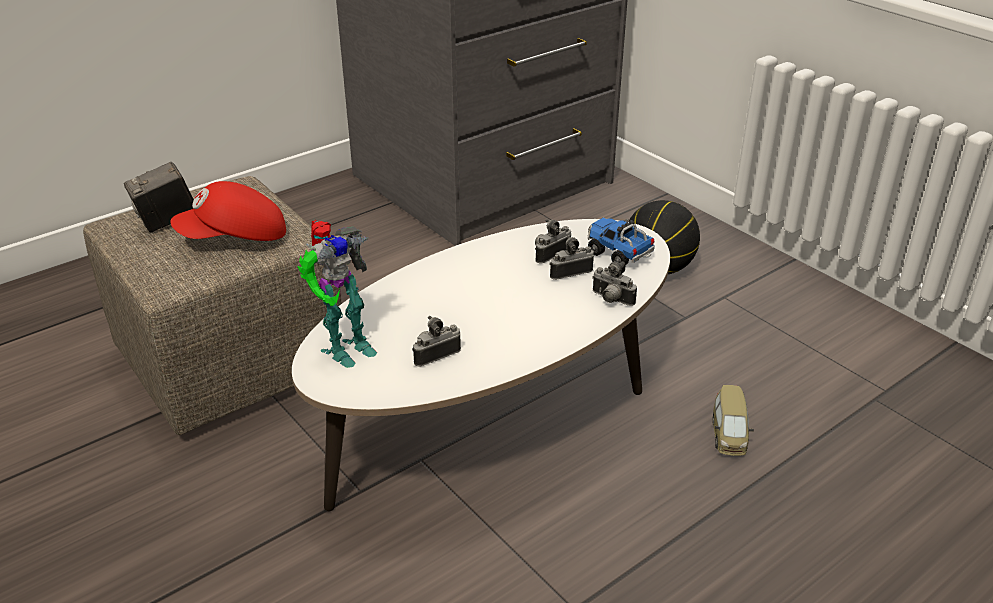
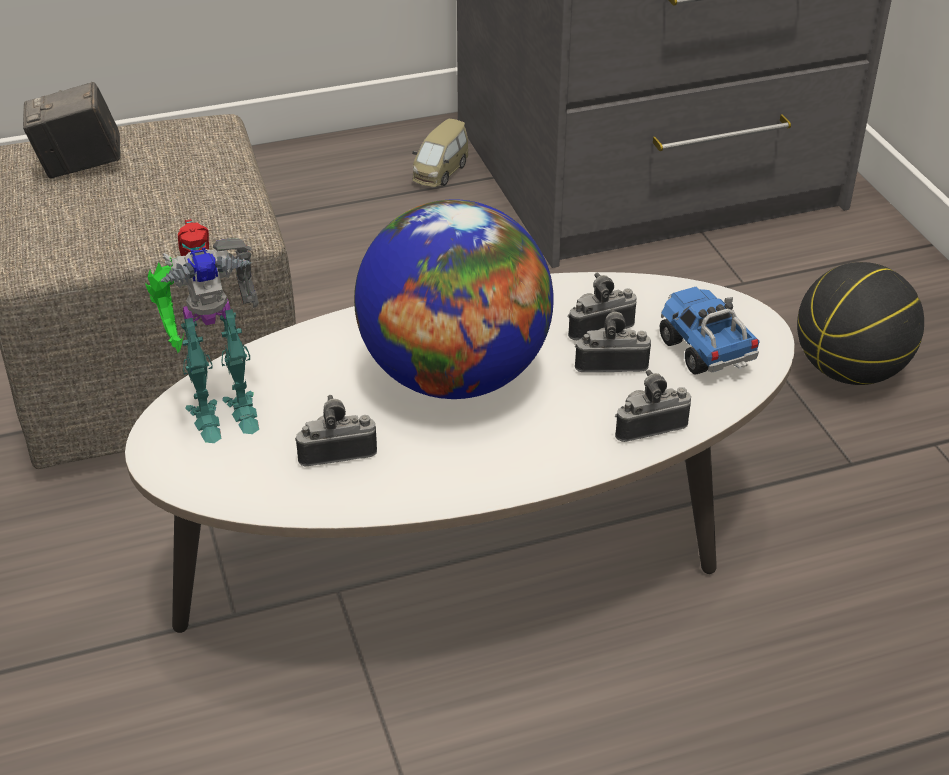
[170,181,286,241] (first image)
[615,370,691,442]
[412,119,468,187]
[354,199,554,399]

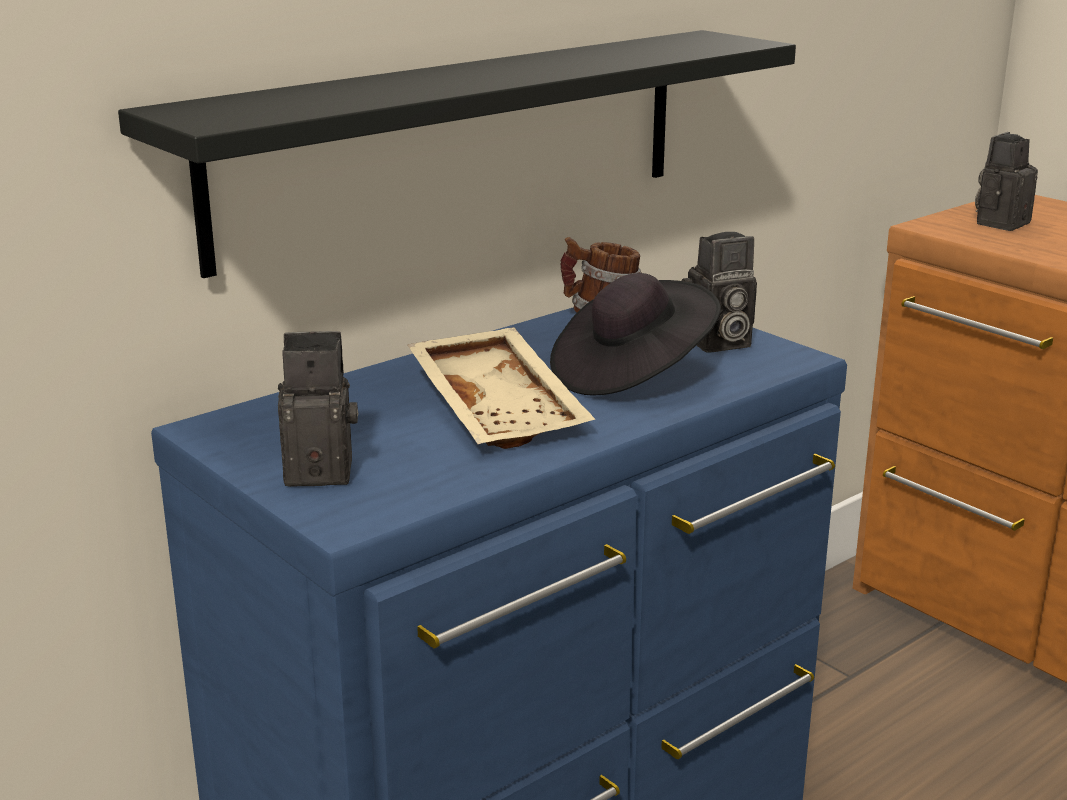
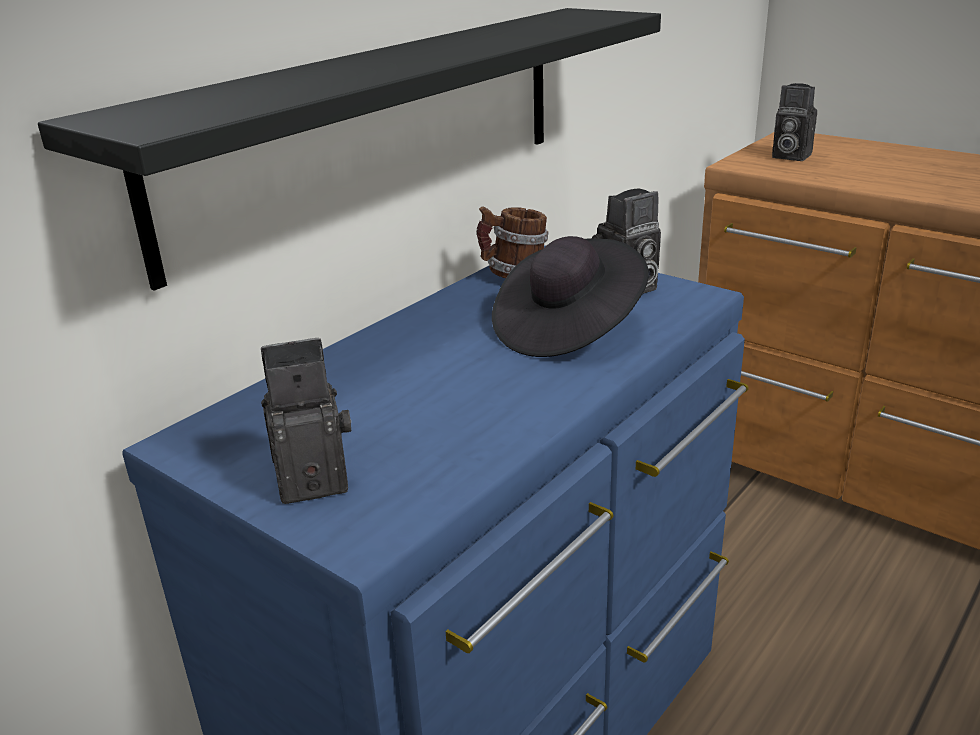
[772,83,817,161]
[408,327,596,449] (first image)

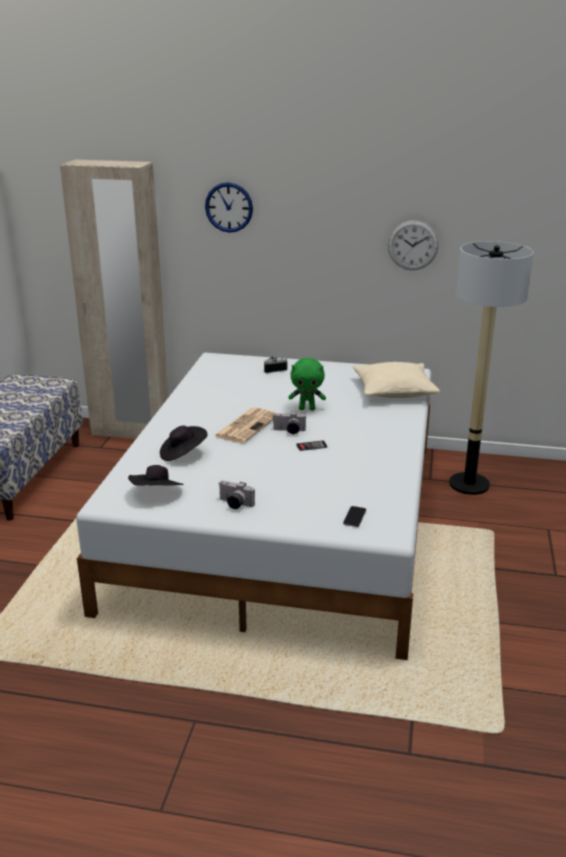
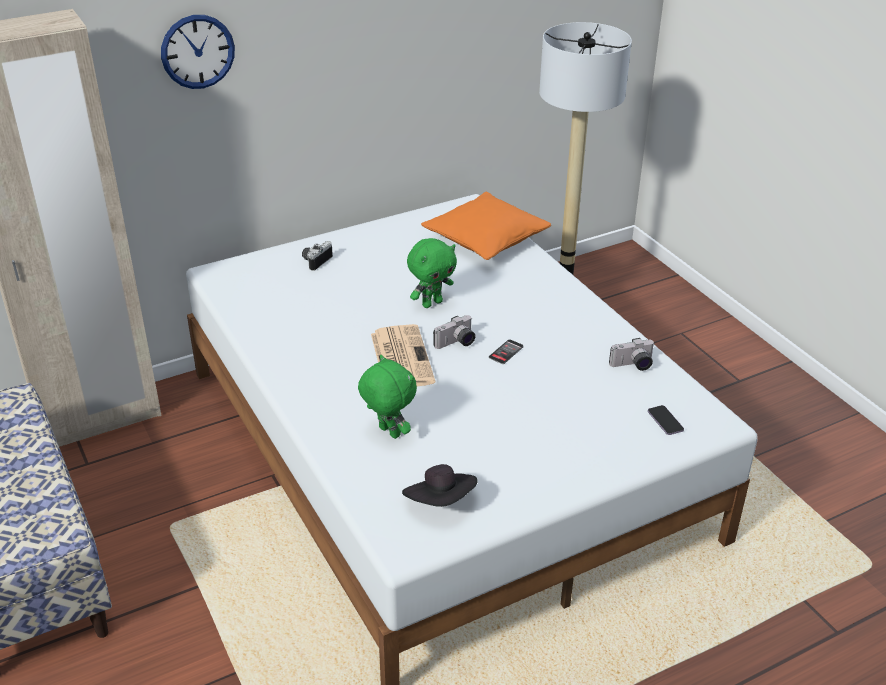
[388,220,439,270] (first image)
[421,192,551,260]
[358,355,417,439]
[609,338,655,371]

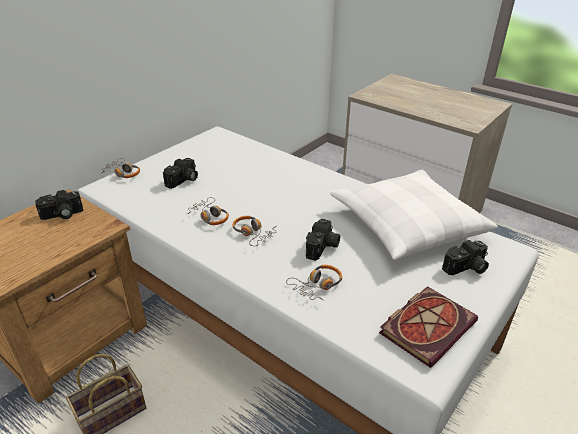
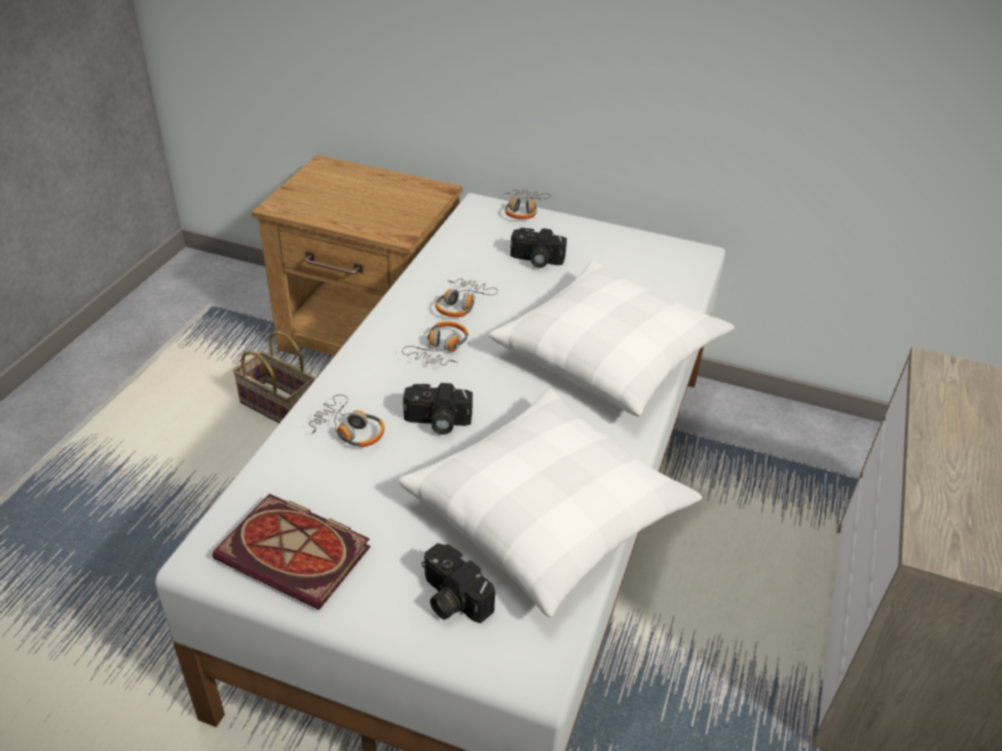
[35,190,83,220] (first image)
[489,261,734,417]

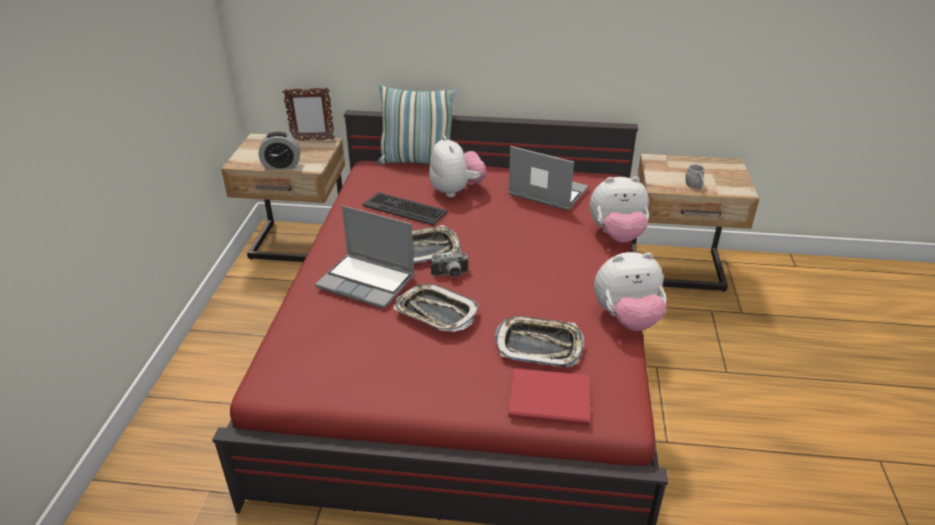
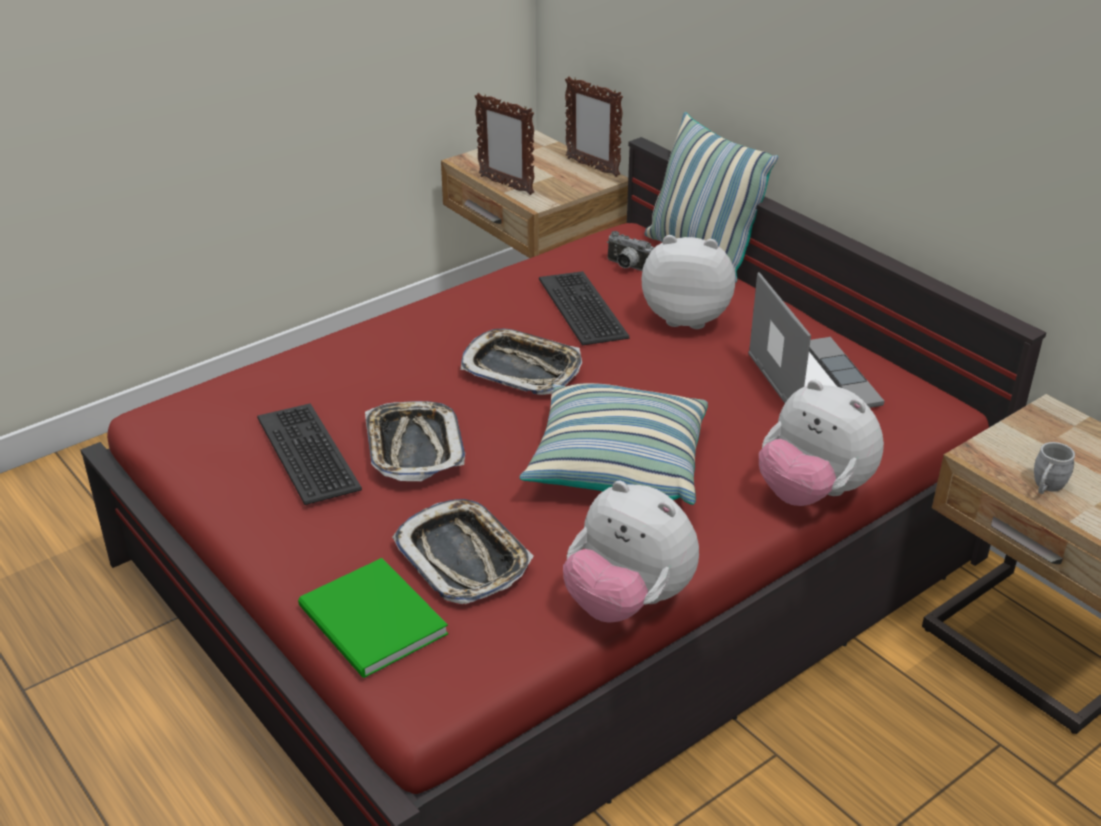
[475,93,534,195]
[642,235,735,329]
[315,206,415,309] (first image)
[607,231,654,271]
[298,558,448,678]
[520,383,708,505]
[257,403,362,505]

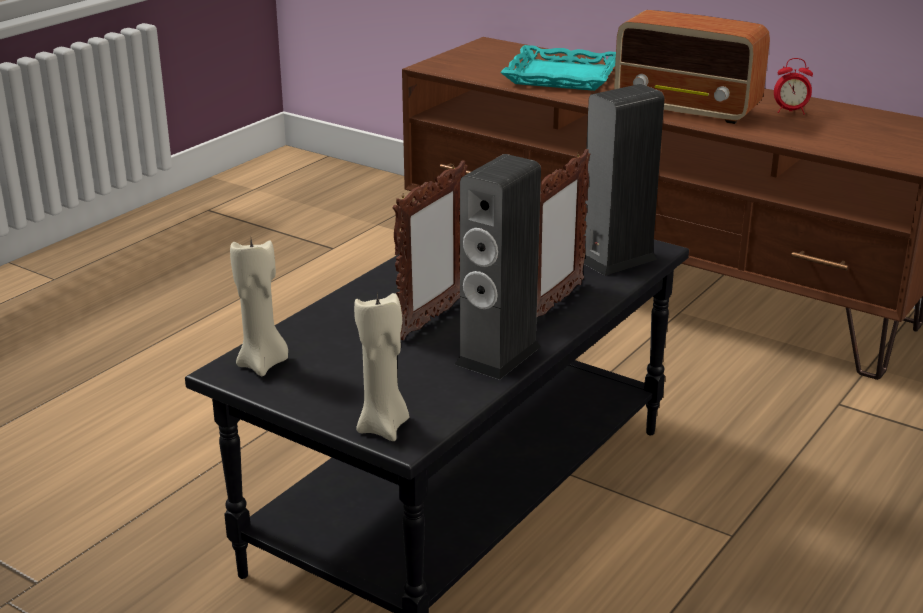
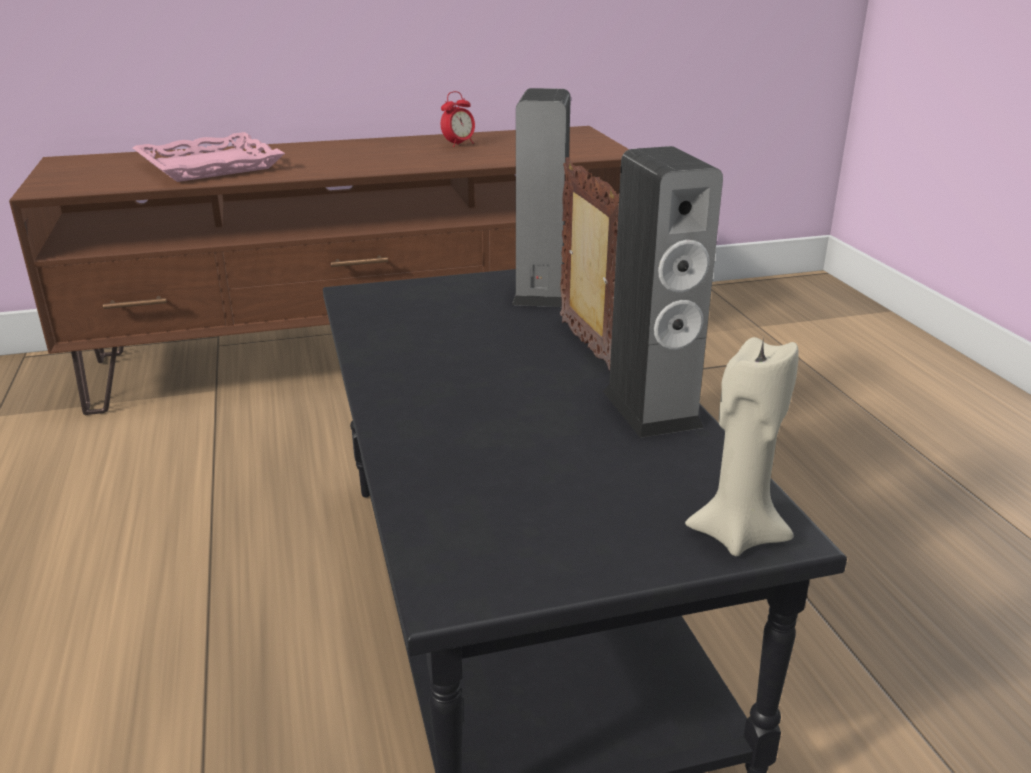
[614,10,770,124] (first image)
[133,132,285,182]
[393,160,468,340] (first image)
[230,240,288,377] (first image)

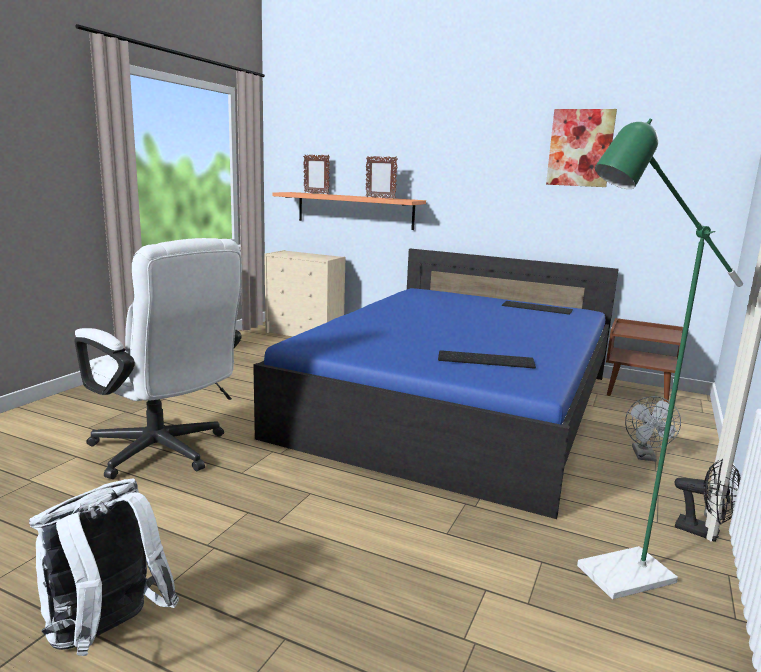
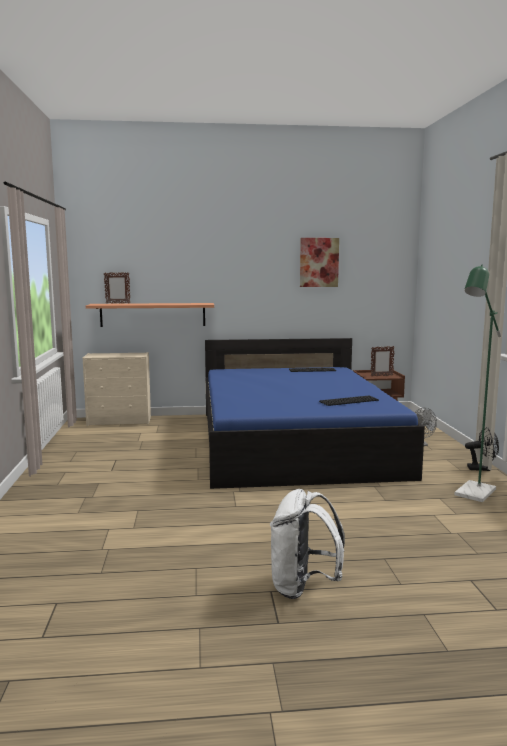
[371,346,395,376]
[74,238,242,479] (first image)

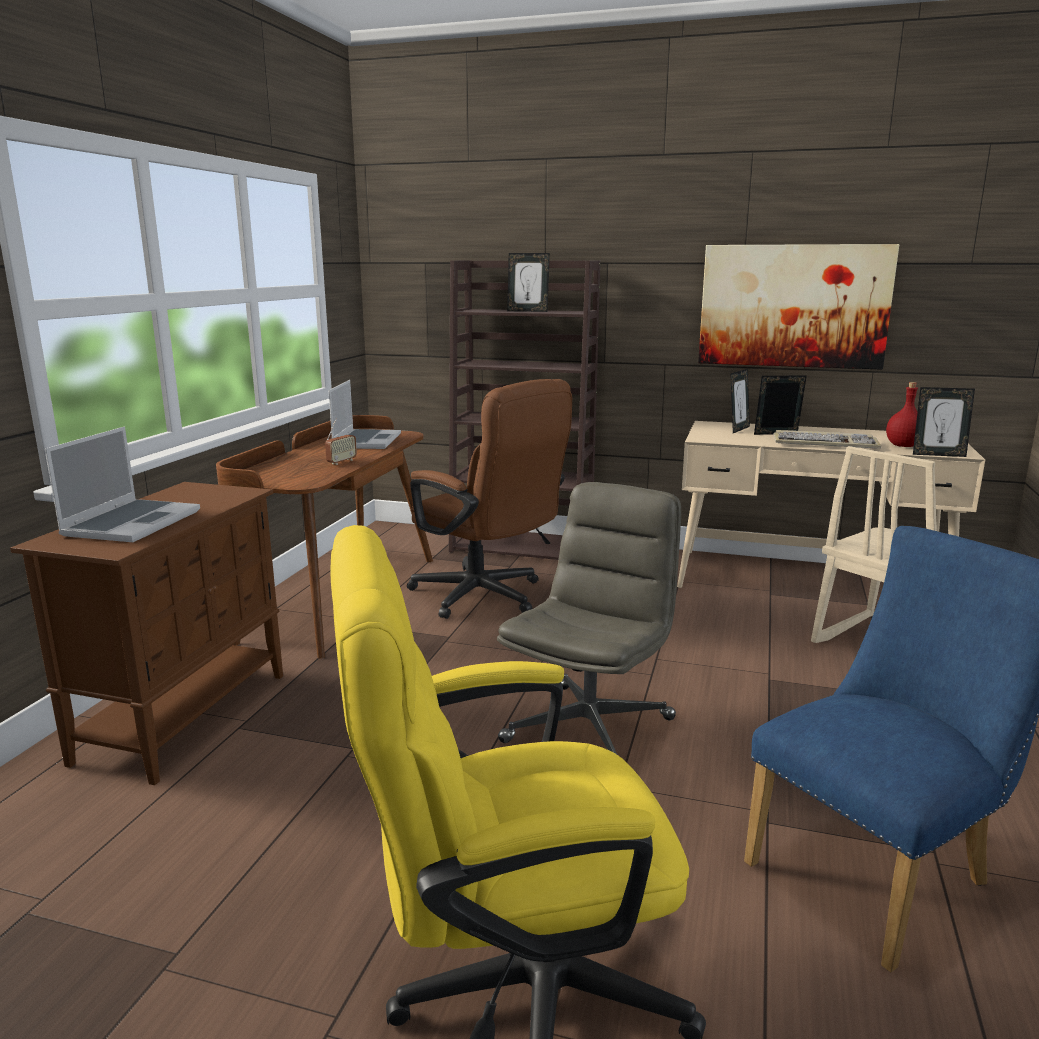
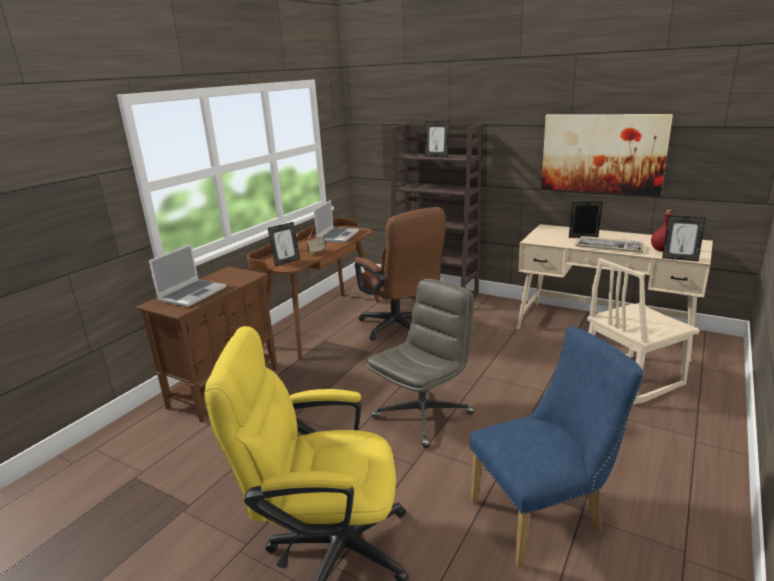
[268,222,300,267]

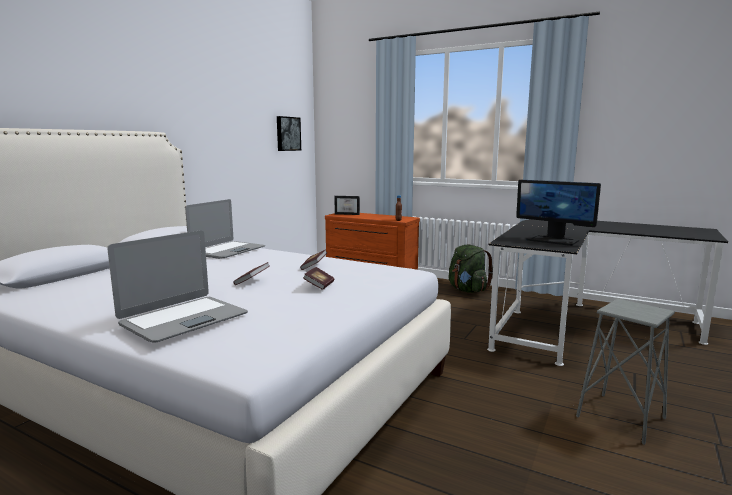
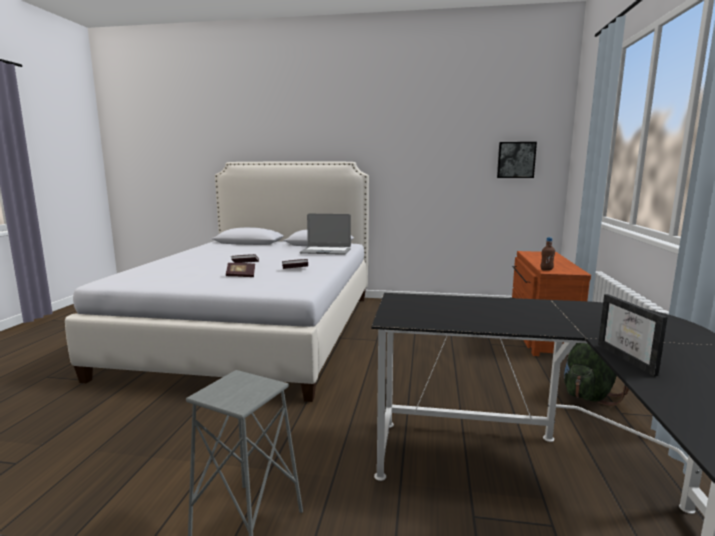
[516,180,601,246] (first image)
[598,294,668,376]
[107,230,248,343] (first image)

